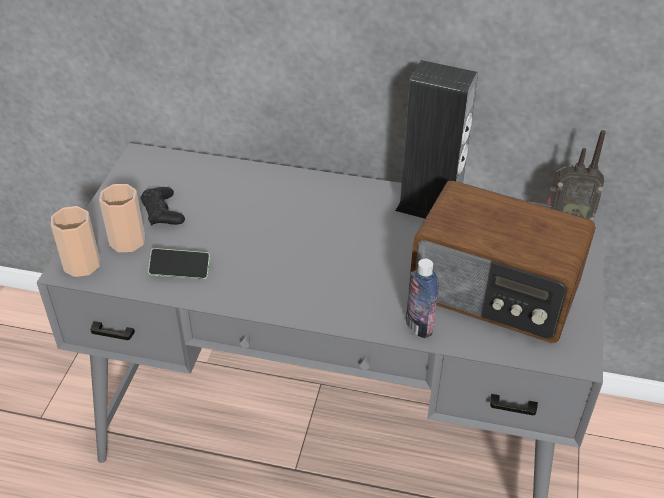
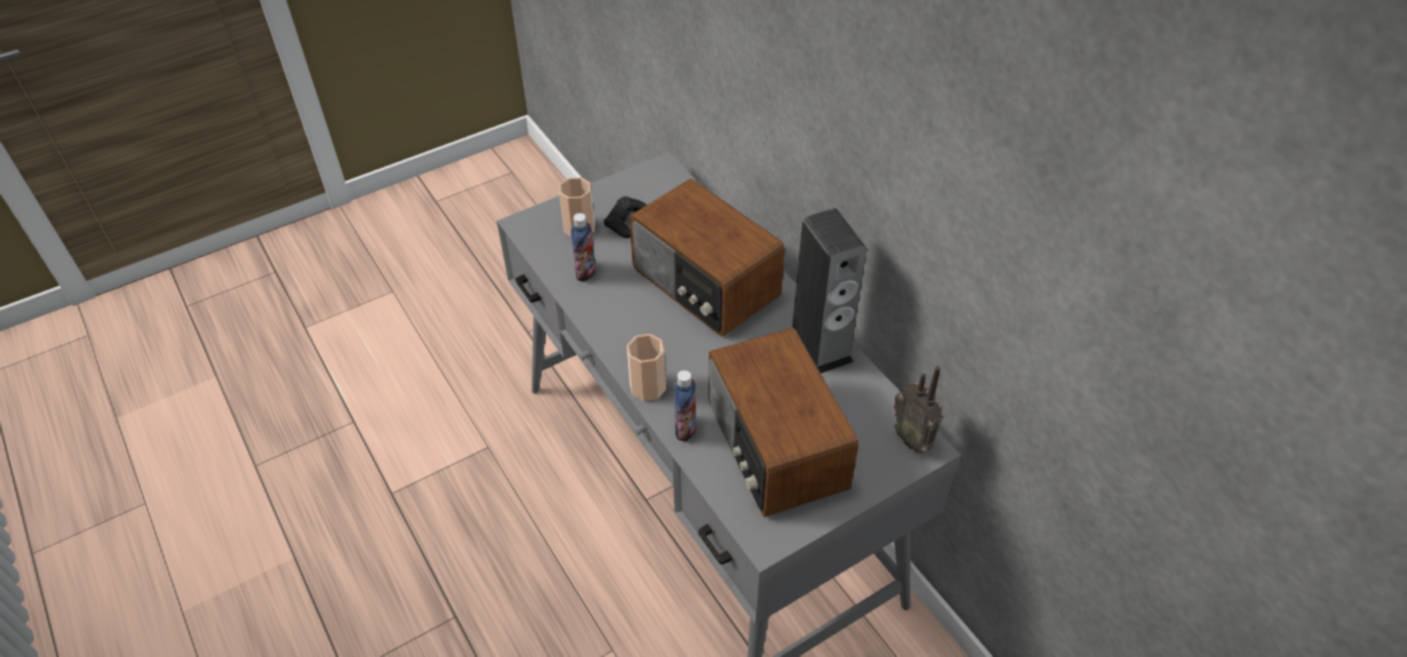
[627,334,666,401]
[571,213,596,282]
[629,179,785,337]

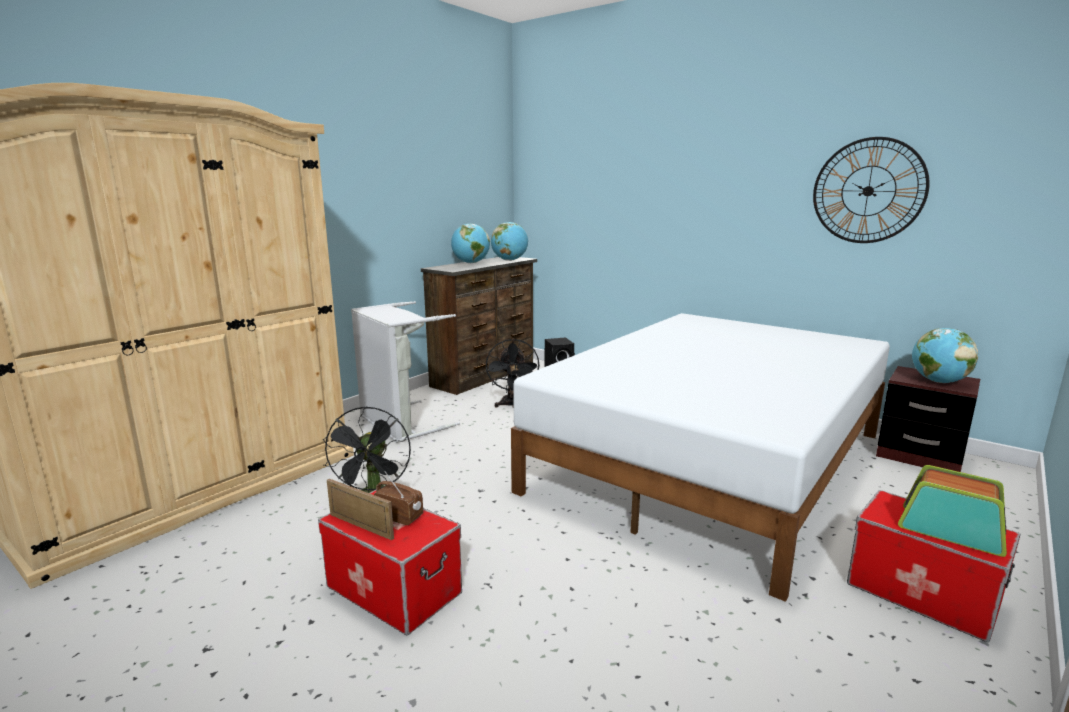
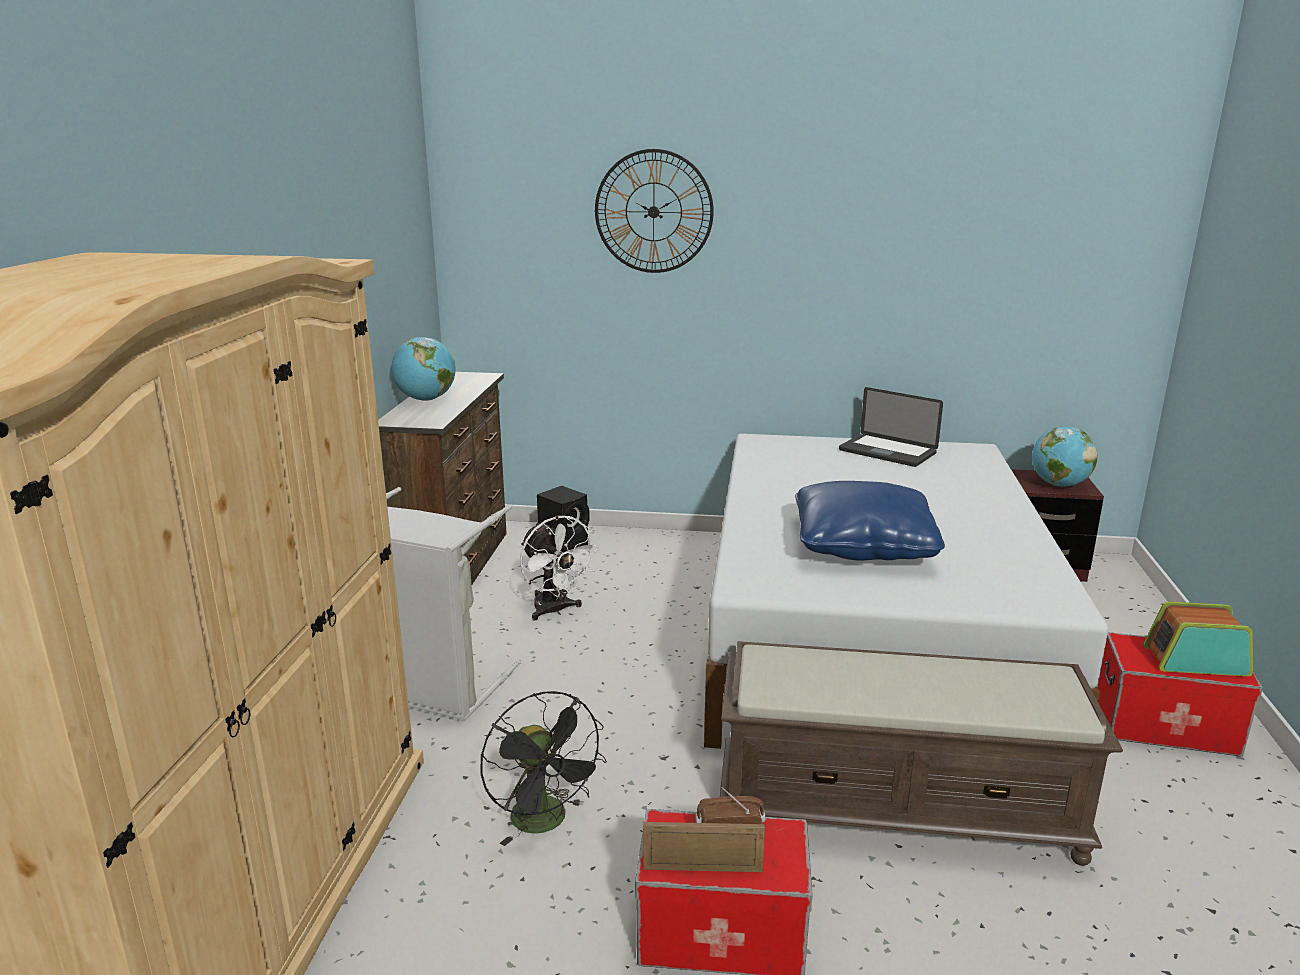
[595,149,714,273]
[491,222,528,261] (first image)
[520,516,600,621]
[839,387,943,467]
[795,481,945,561]
[720,641,1123,866]

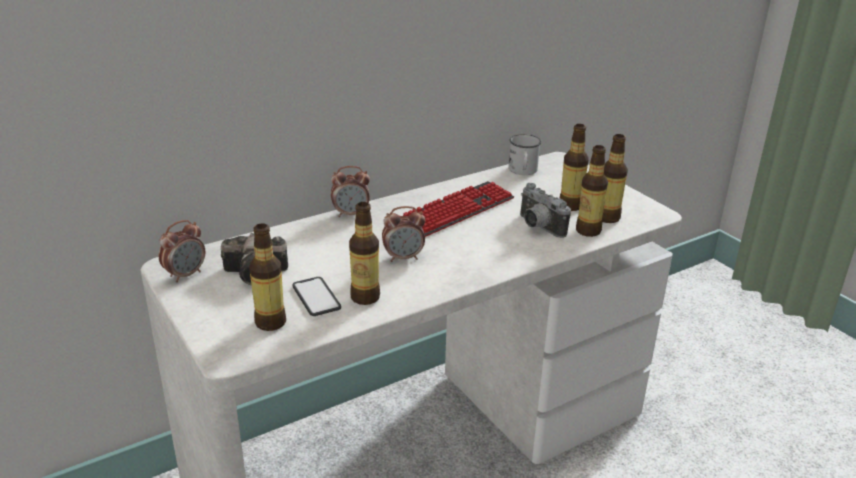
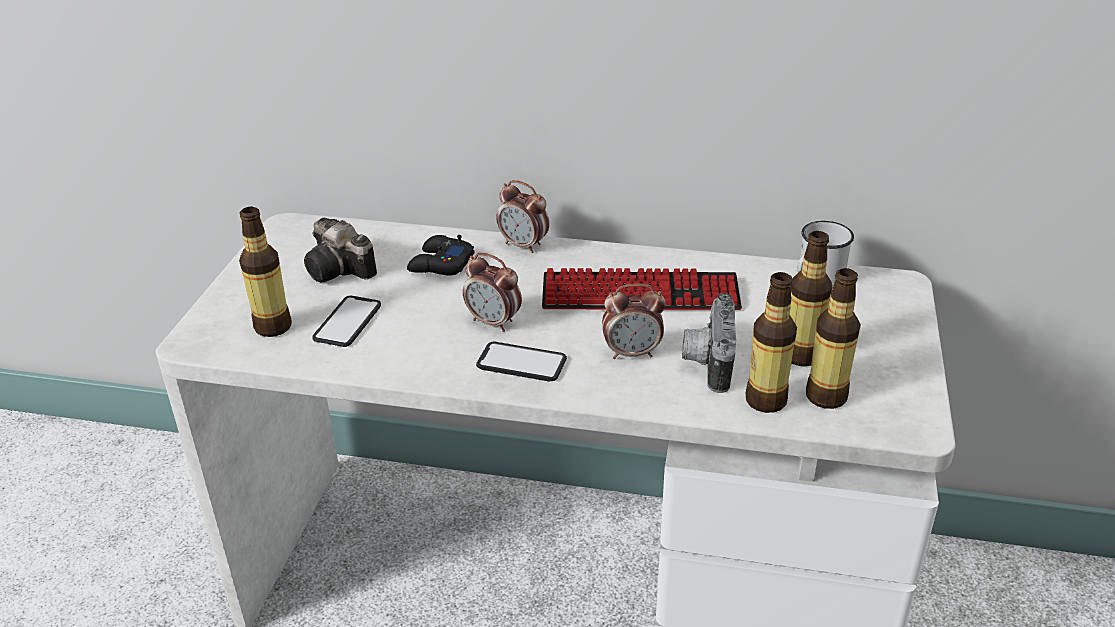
[349,202,380,305] (first image)
[602,283,666,359]
[407,235,475,276]
[476,342,567,381]

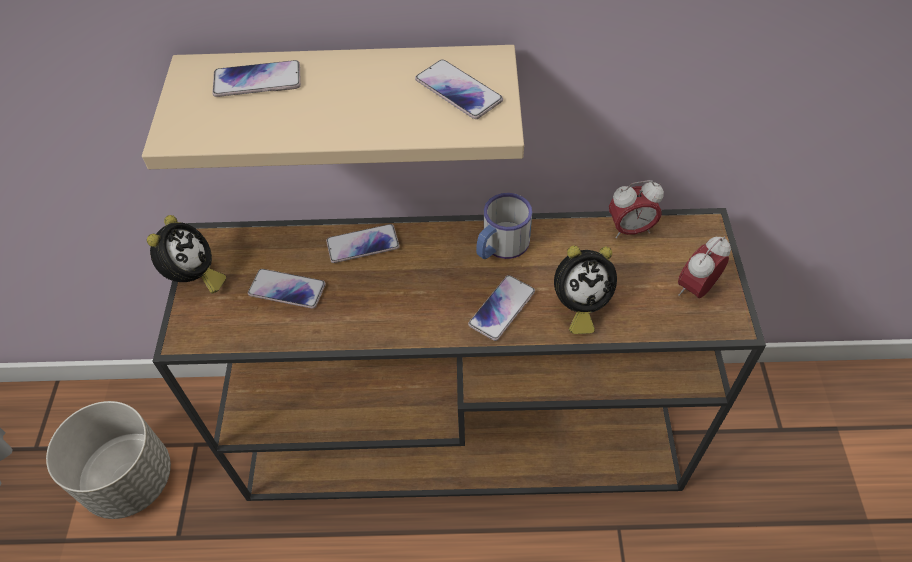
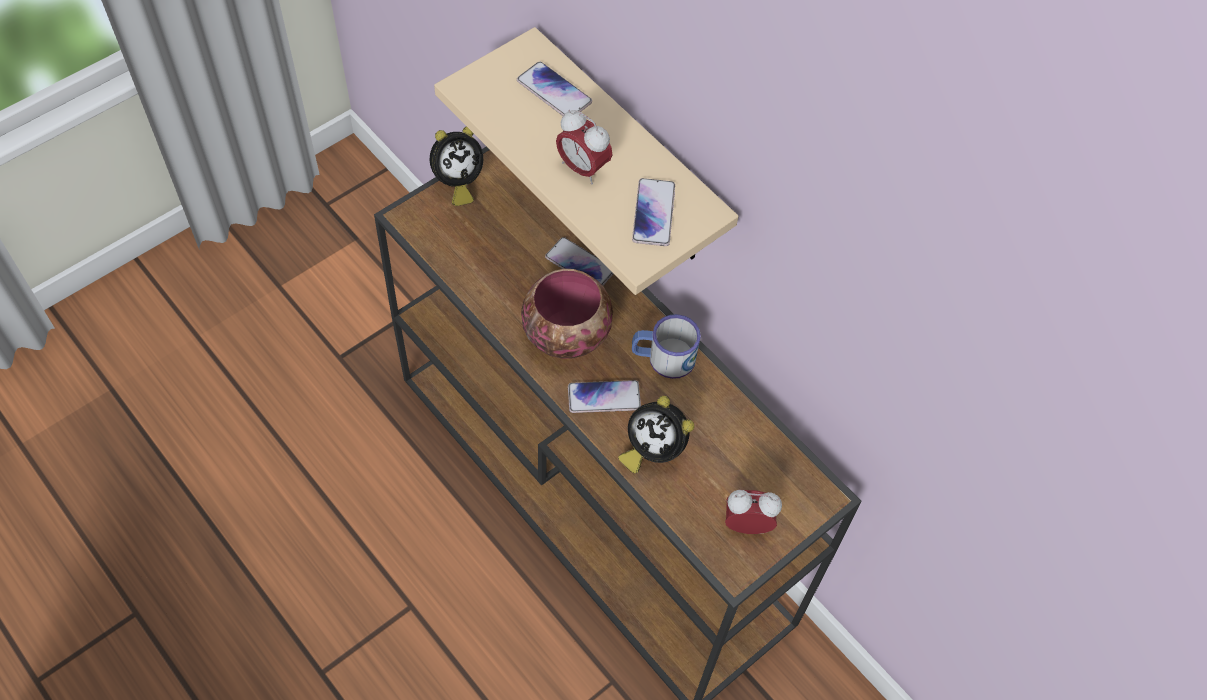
[556,110,613,184]
[248,269,326,309] (first image)
[46,401,171,519] (first image)
[521,269,613,358]

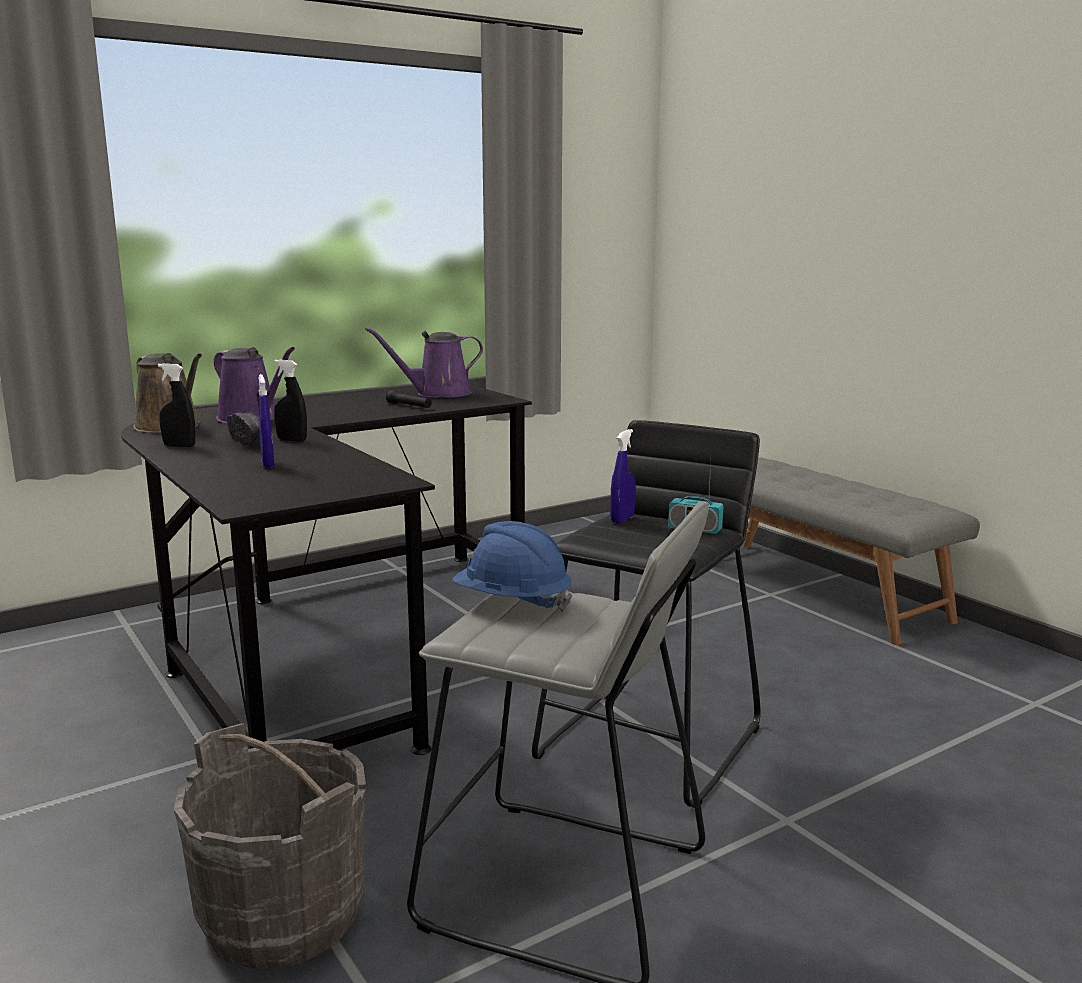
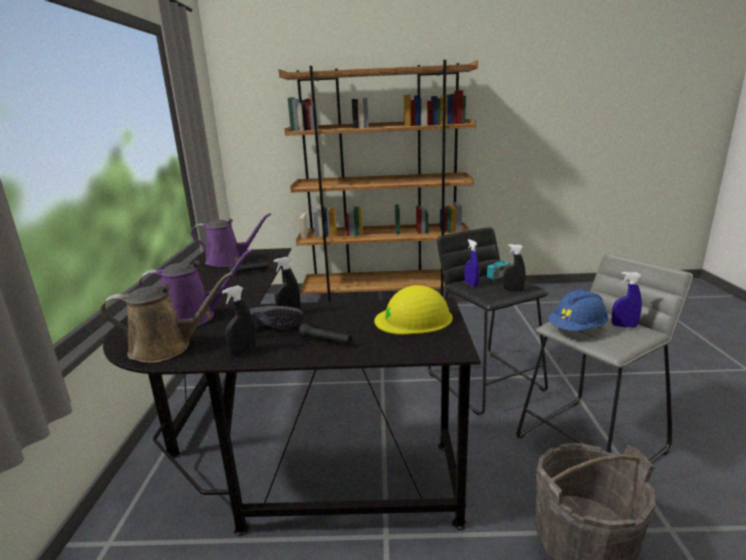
[191,213,271,267]
[611,272,642,328]
[278,60,478,302]
[503,244,525,291]
[374,285,452,335]
[299,324,352,345]

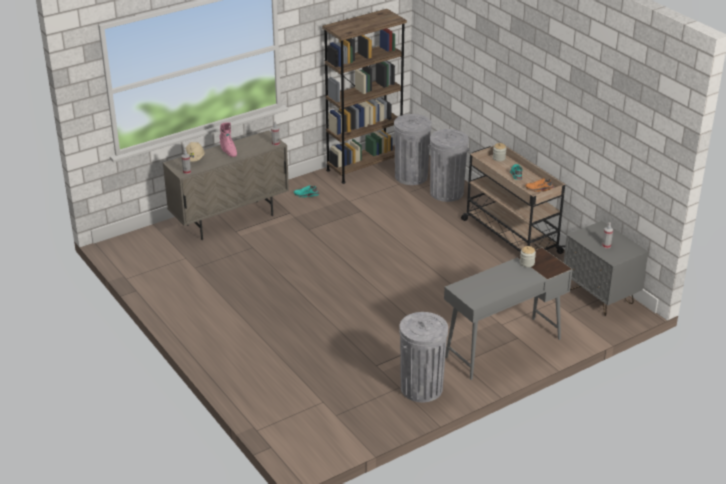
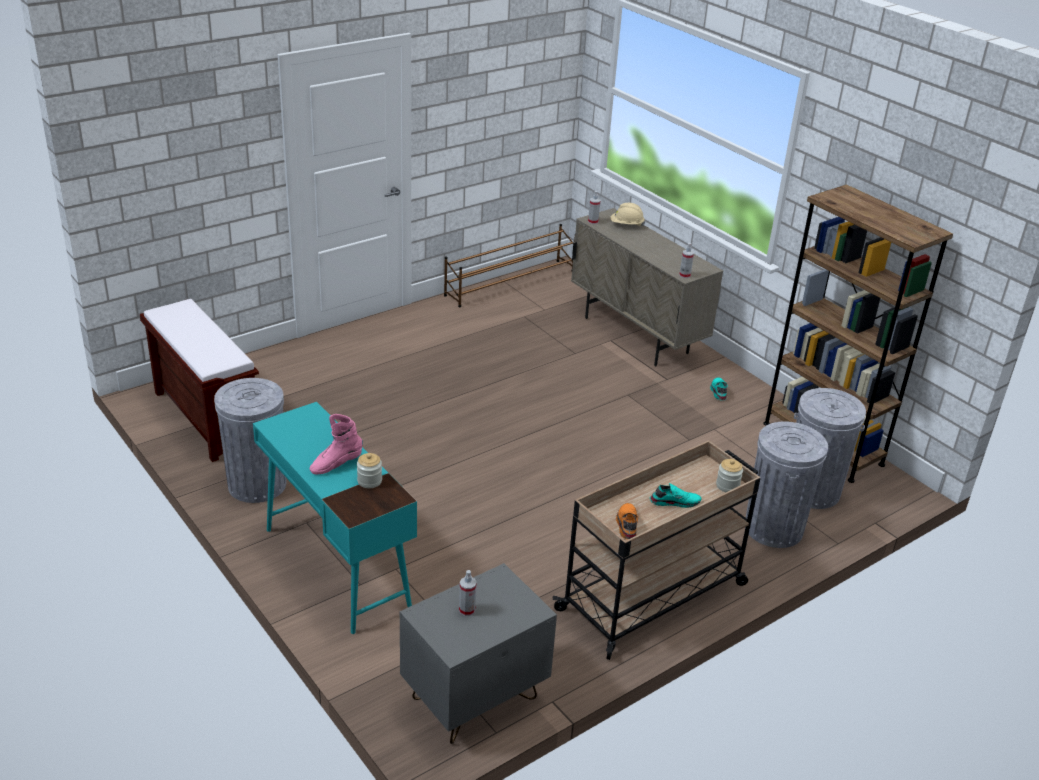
[310,414,363,474]
[253,402,417,634]
[444,224,575,307]
[140,299,259,462]

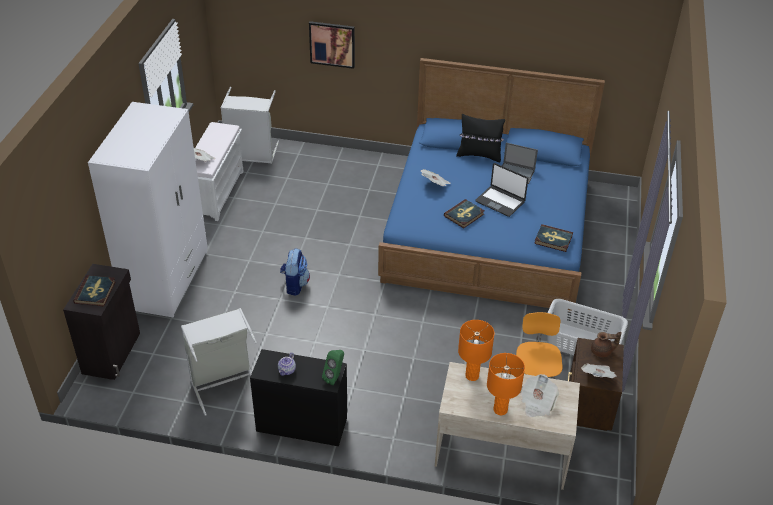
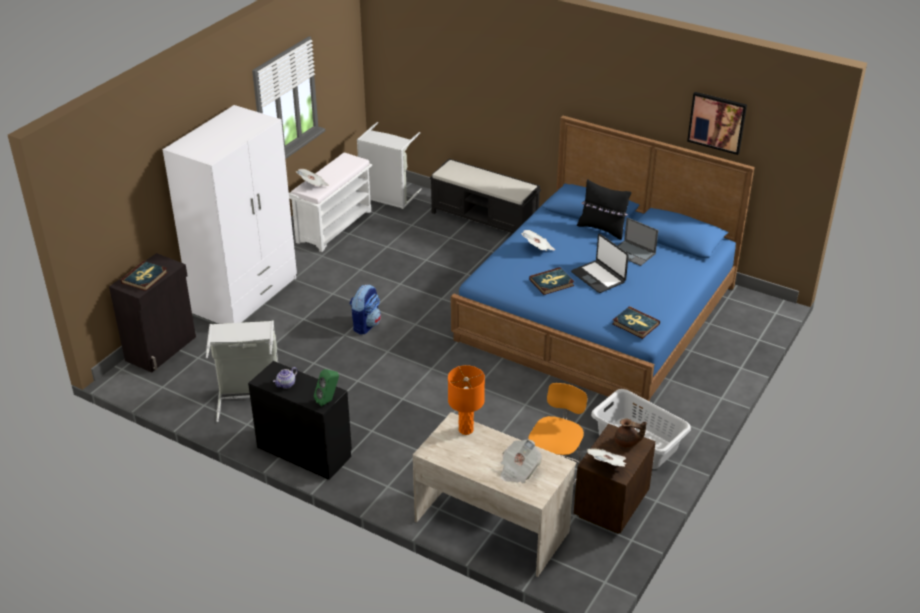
[687,92,747,155]
[487,353,525,416] (first image)
[430,159,541,233]

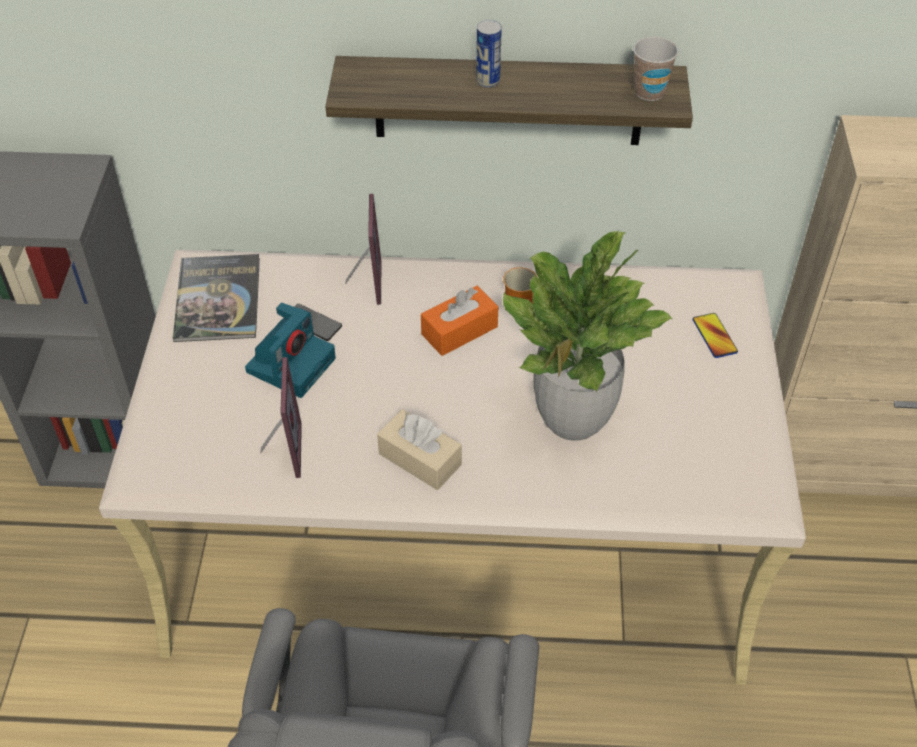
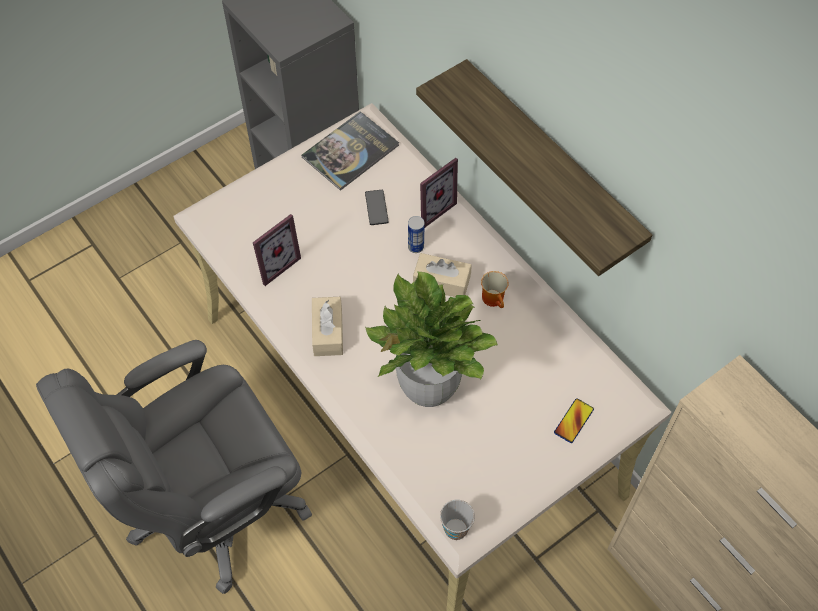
[408,216,425,253]
[440,500,475,540]
[413,253,472,297]
[245,303,336,398] (first image)

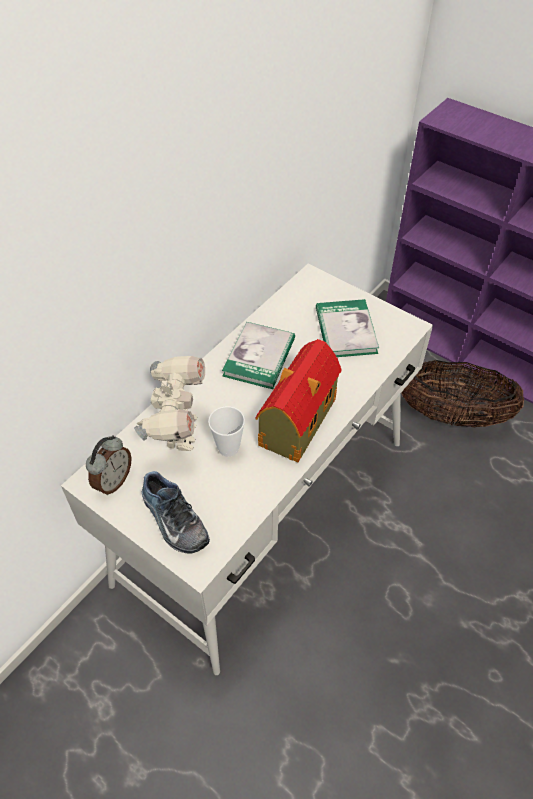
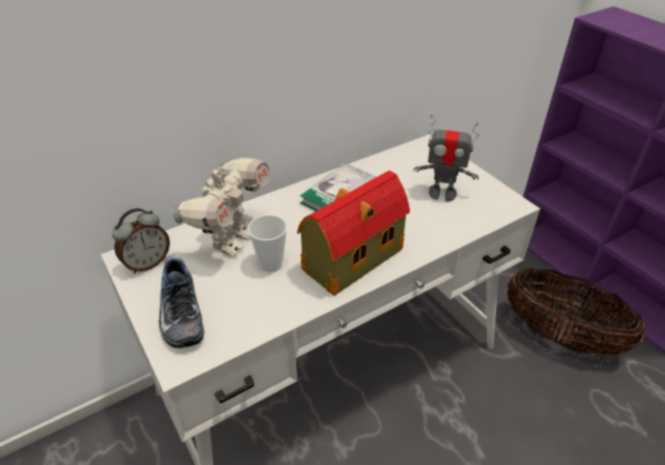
[414,115,479,201]

